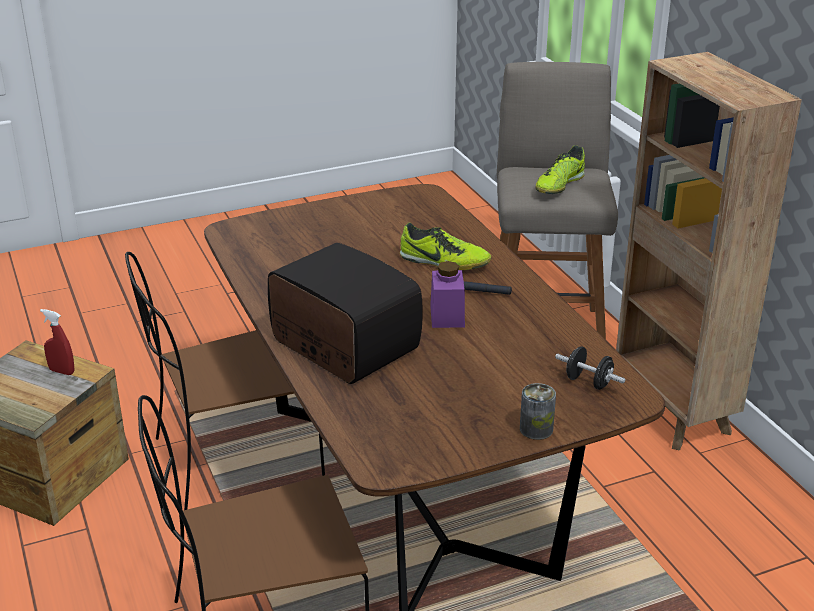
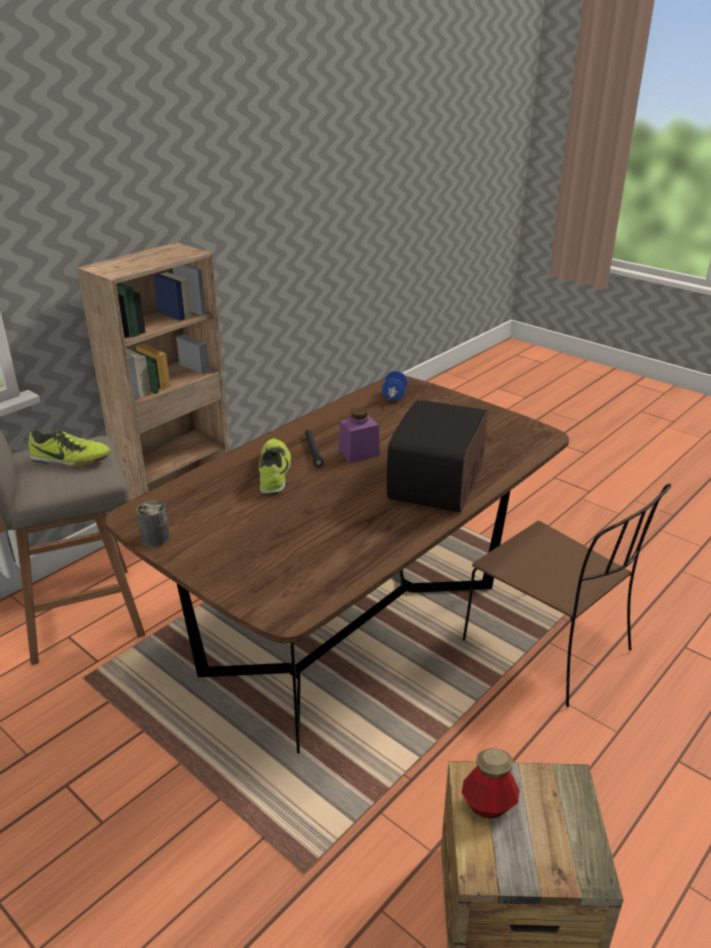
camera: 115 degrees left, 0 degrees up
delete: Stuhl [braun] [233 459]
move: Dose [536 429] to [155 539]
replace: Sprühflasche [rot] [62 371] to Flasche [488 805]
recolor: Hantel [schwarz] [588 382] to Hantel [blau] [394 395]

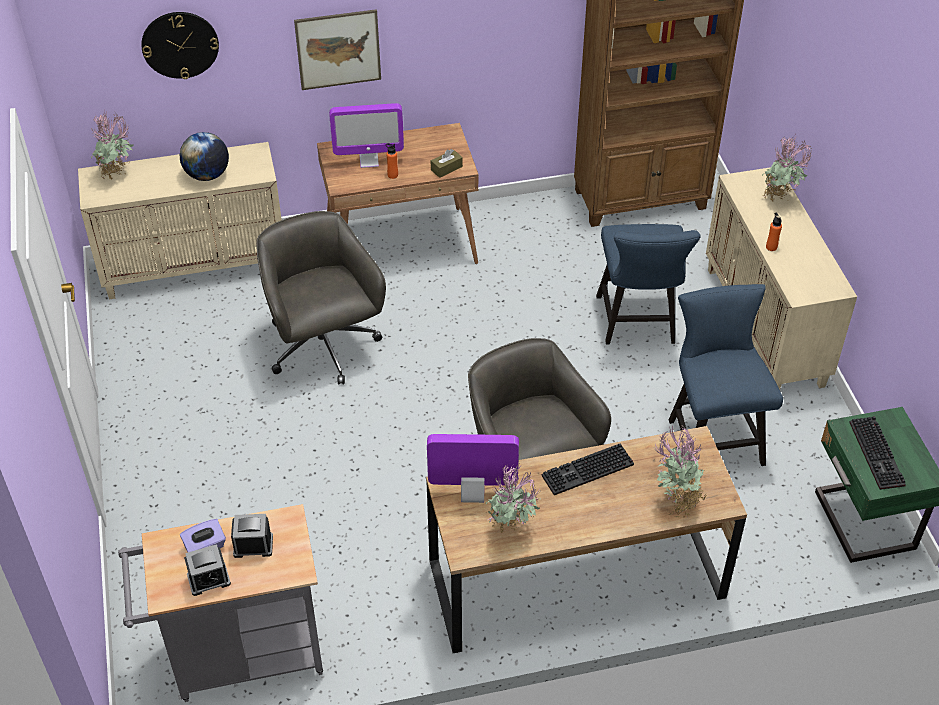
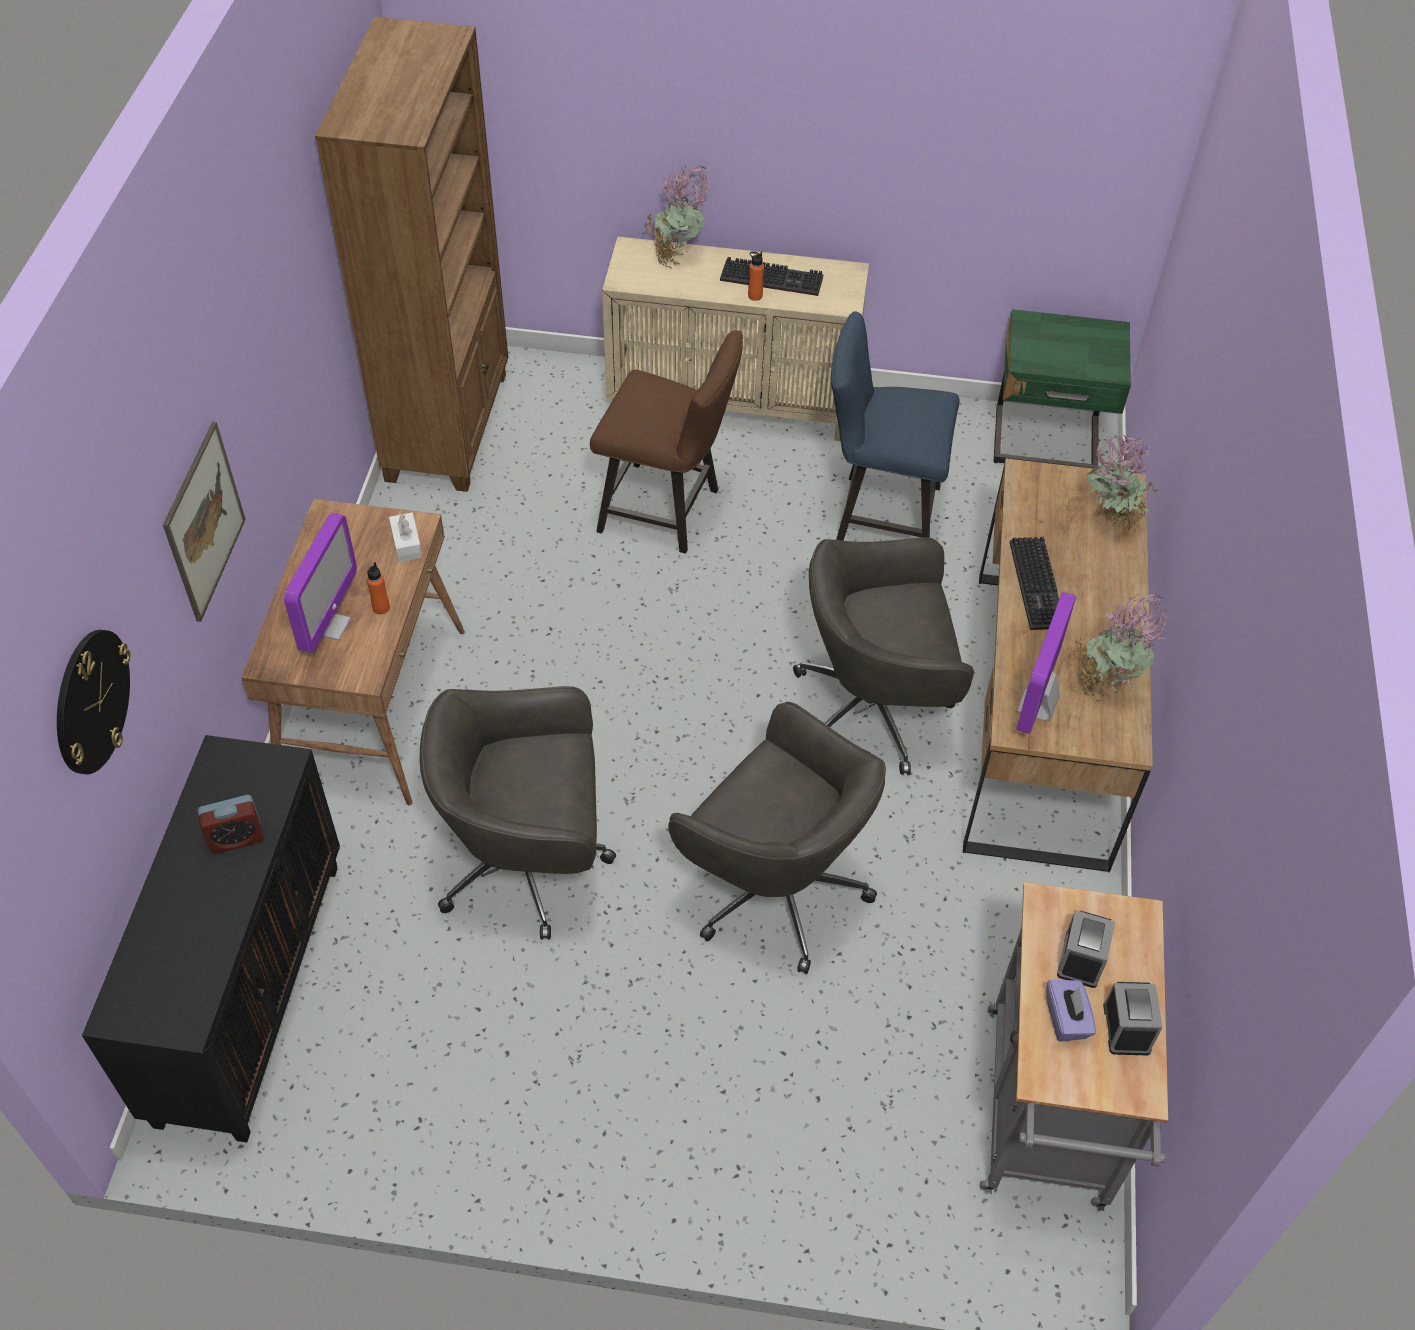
camera: 70 degrees left, 5 degrees up
delete: Topfpflanze [118 175]
insert: Bürostuhl [grau] [774 888]
move: Tastatur [878 454] to [773 278]
replace: Globus [207 175] to Wecker [236 838]
recolor: Schrank [beige] [196 267] to Schrank [schwarz] [249 989]; Taschentuchbox [braun] [446 168] to Taschentuchbox [weiß] [406 543]; Stuhl [blau] [637 324] to Stuhl [braun] [668 512]

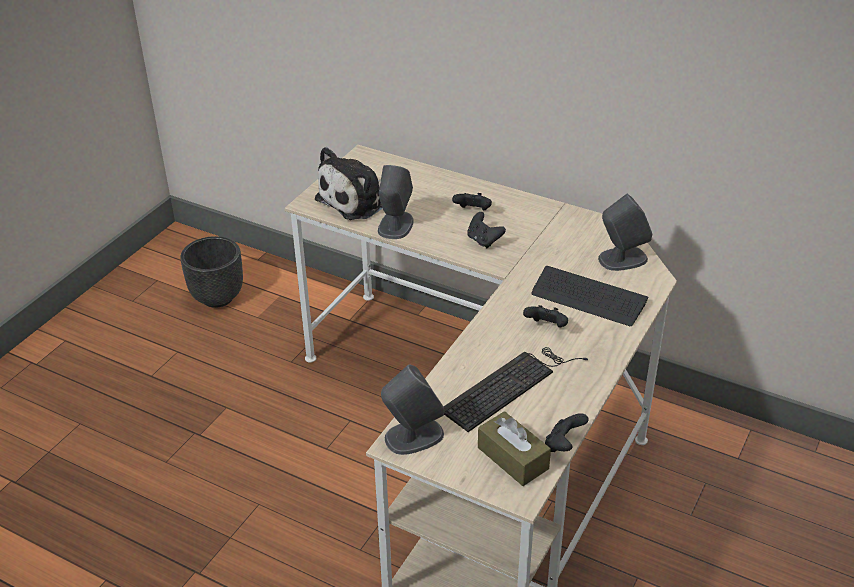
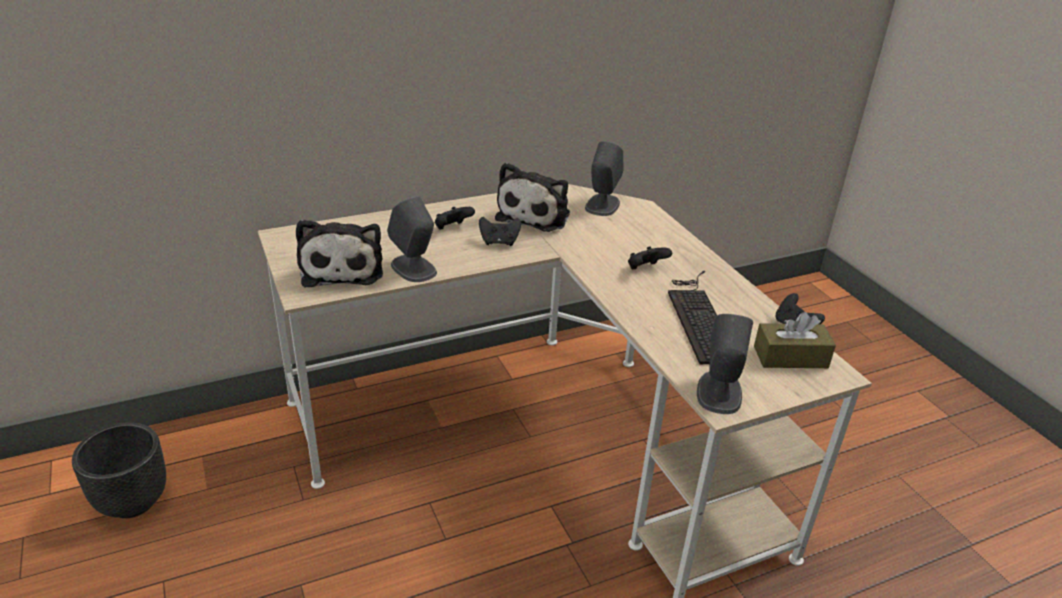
camera: 55 degrees left, 5 degrees down
delete: Tastatur [588 298]
insert: Plüschtier [535 215]

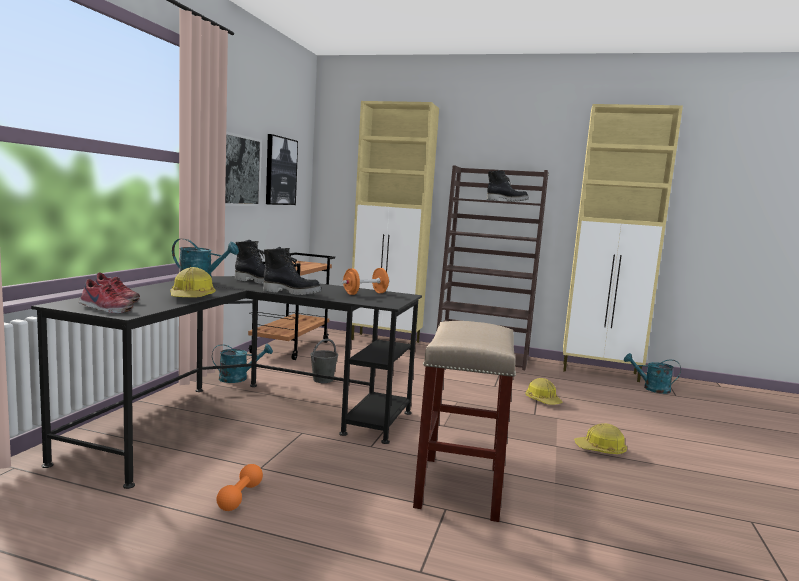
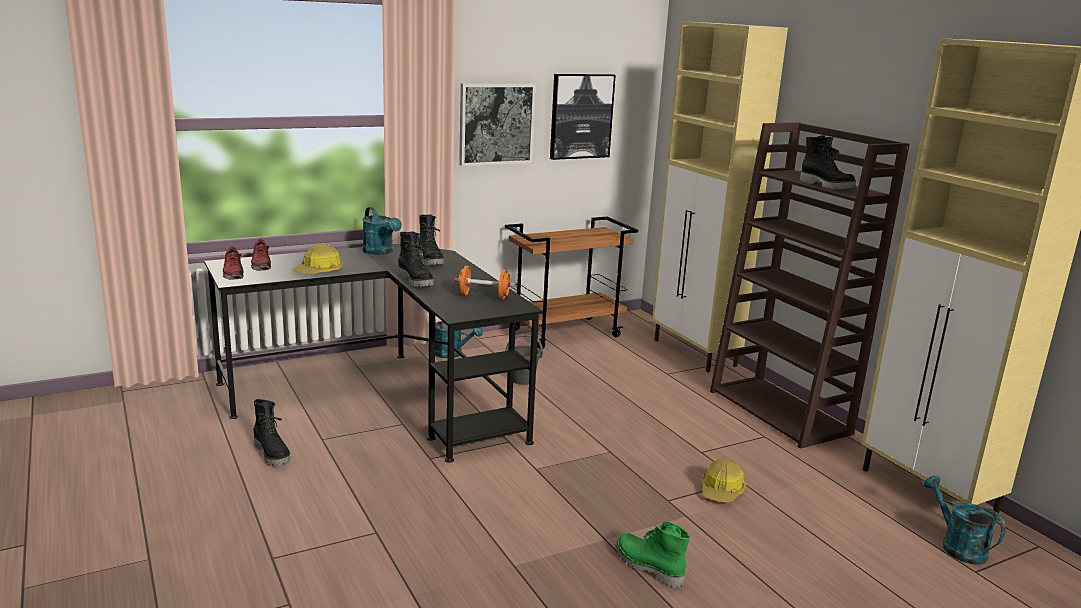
camera: 45 degrees right, 10 degrees up
delete: Hocker [beige] [460 488]
replace: Hantel [orange] [240 497] to Stiefel [schwarz] [273 454]; Schutzhelm [600 450] to Stiefel [grün] [647 567]

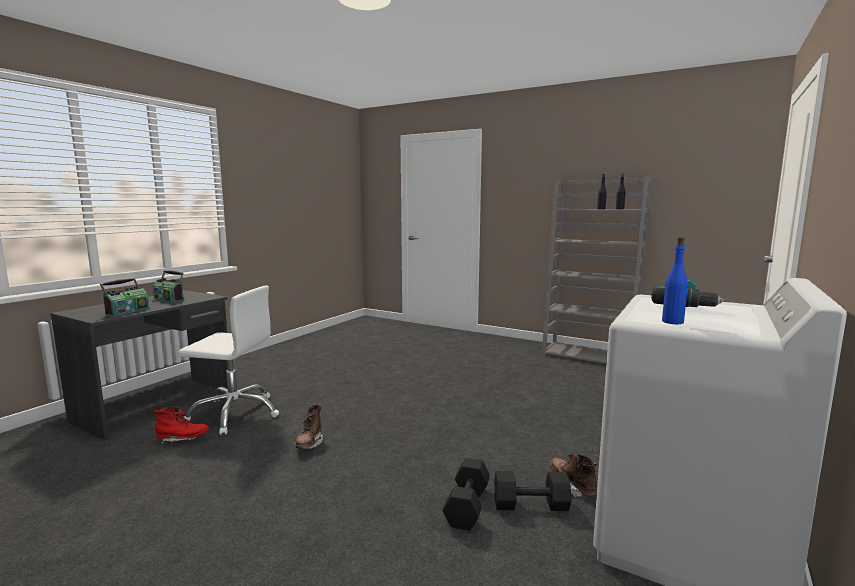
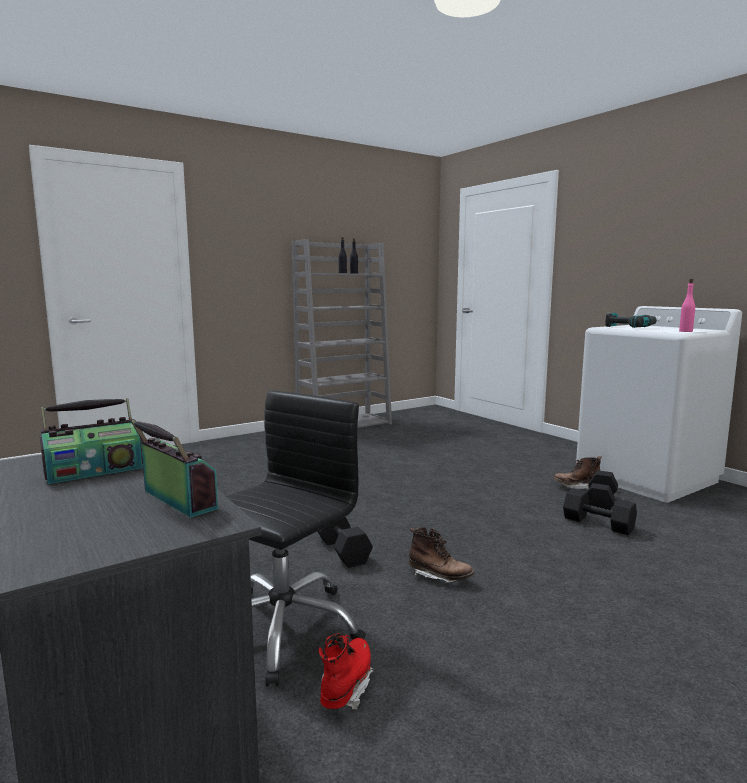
camera: 65 degrees left, 0 degrees up
insert: Hantel [schwarz] [341 550]
recolor: Bürostuhl [weiß] [235 413] to Bürostuhl [schwarz] [282 628]; Flasche [blau] [673 322] to Flasche [rosa] [686 331]

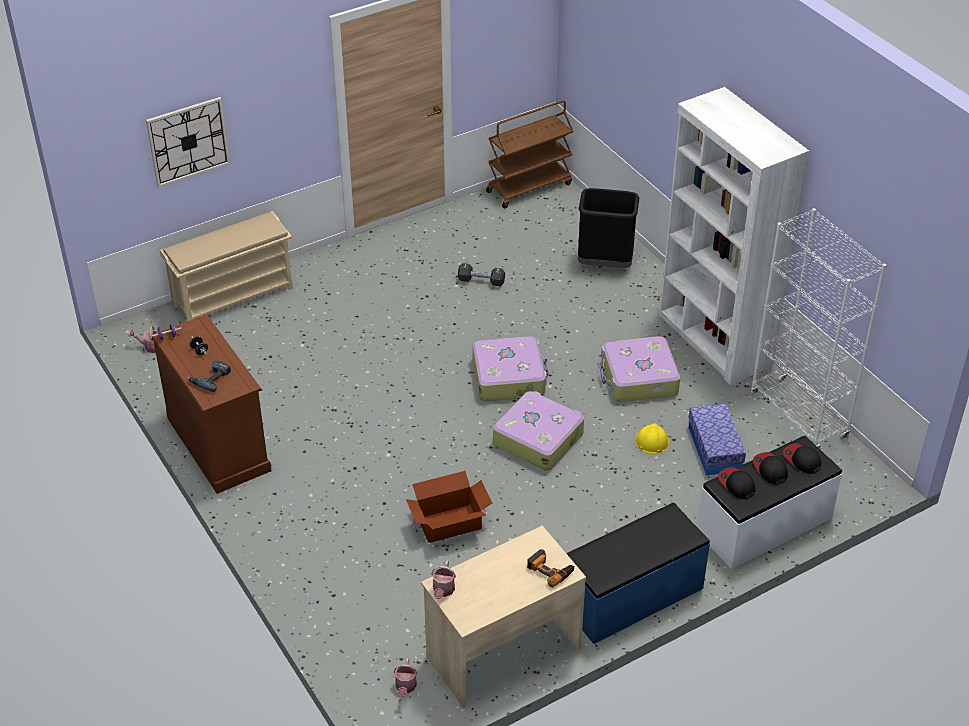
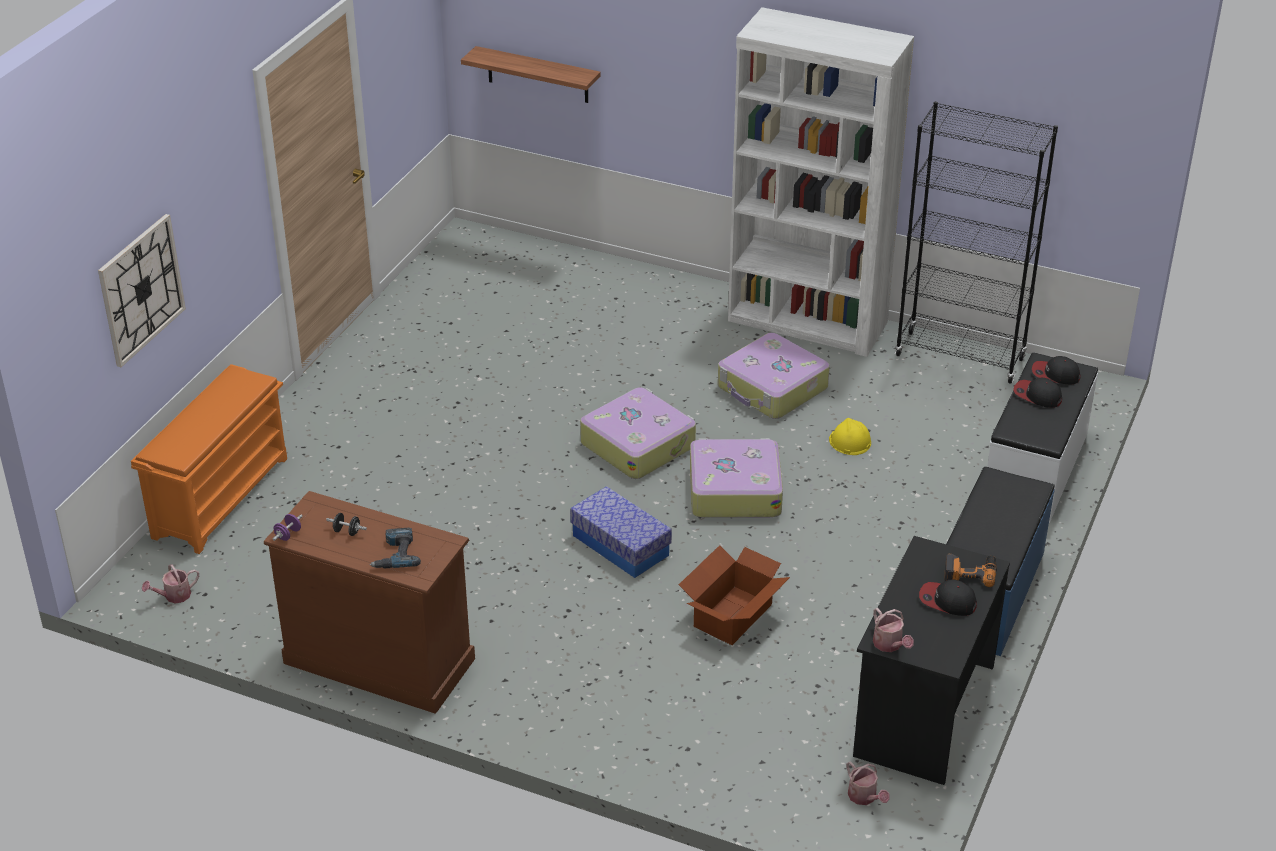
camera: 35 degrees left, 5 degrees down
delete: Hantel [schwarz] [481 281]; Rollwagen [braun] [529 187]; Mülleimer [schwarz] [605 263]
insert: Wandregal [538 75]
move: Aufbewahrungsbox [714 449] to [620 545]; Kappe [736 484] to [947 601]
recolor: Schuhregal [beige] [234 296] to Schuhregal [orange] [221 496]; Schreibtisch [beige] [502 651] to Schreibtisch [schwarz] [922 710]; Bücherregal [weiß] [798 416] to Bücherregal [schwarz] [960 357]

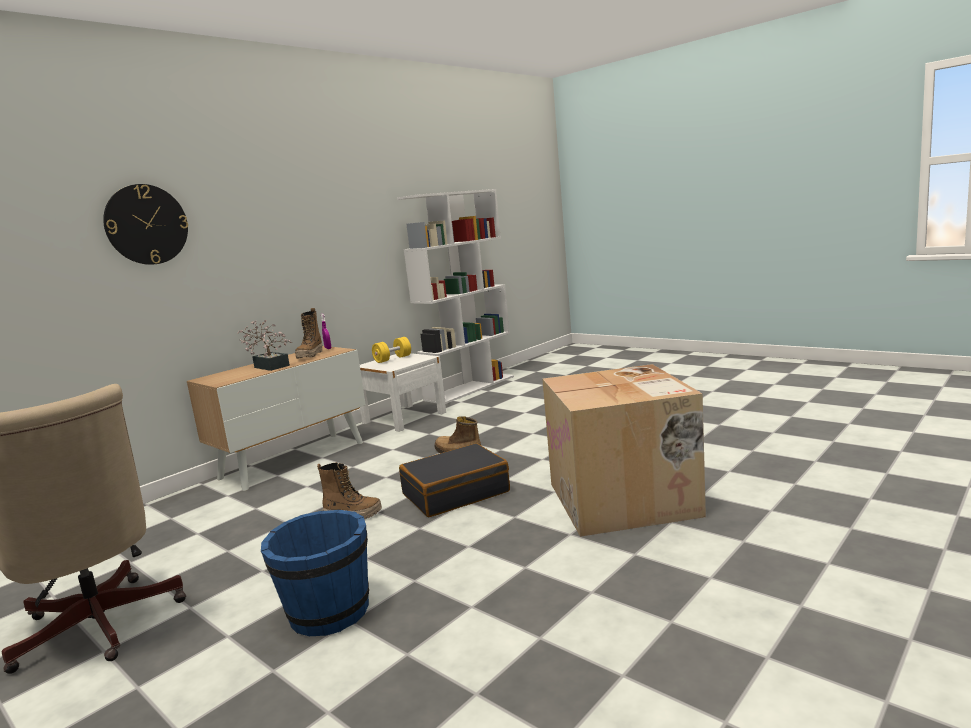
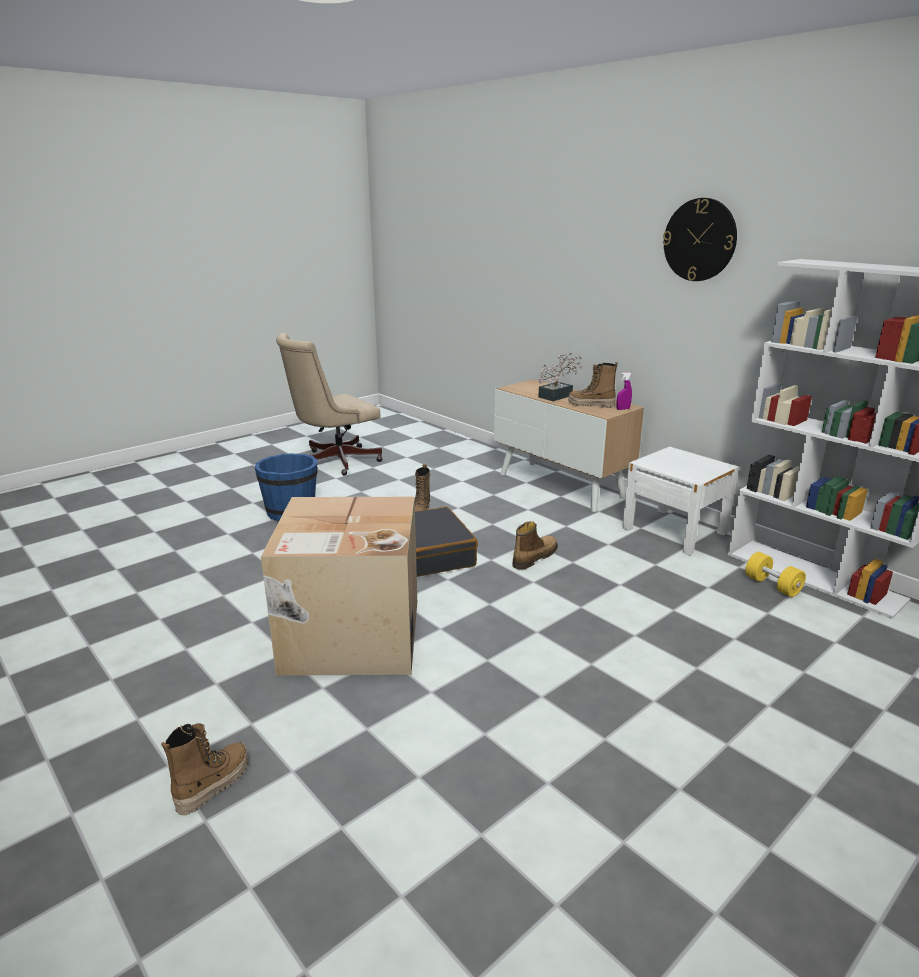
camera: 95 degrees right, 10 degrees up
insert: Stiefel [213 784]
move: Wanduhr [146 224] to [699 240]; Hantel [gelb] [392 359] to [772 585]

